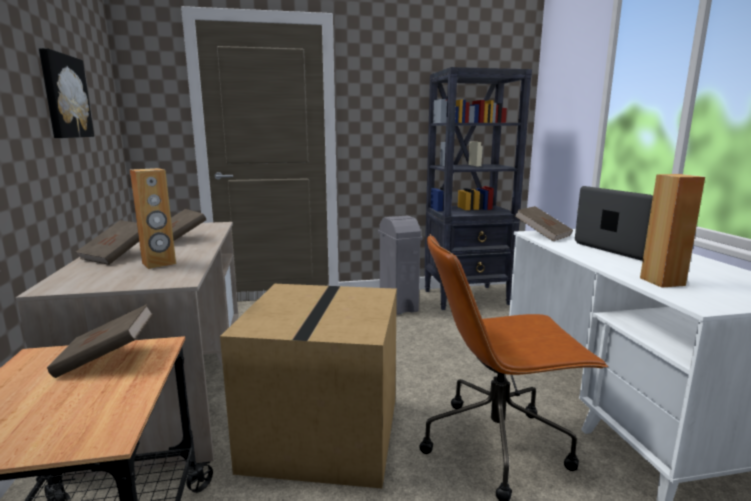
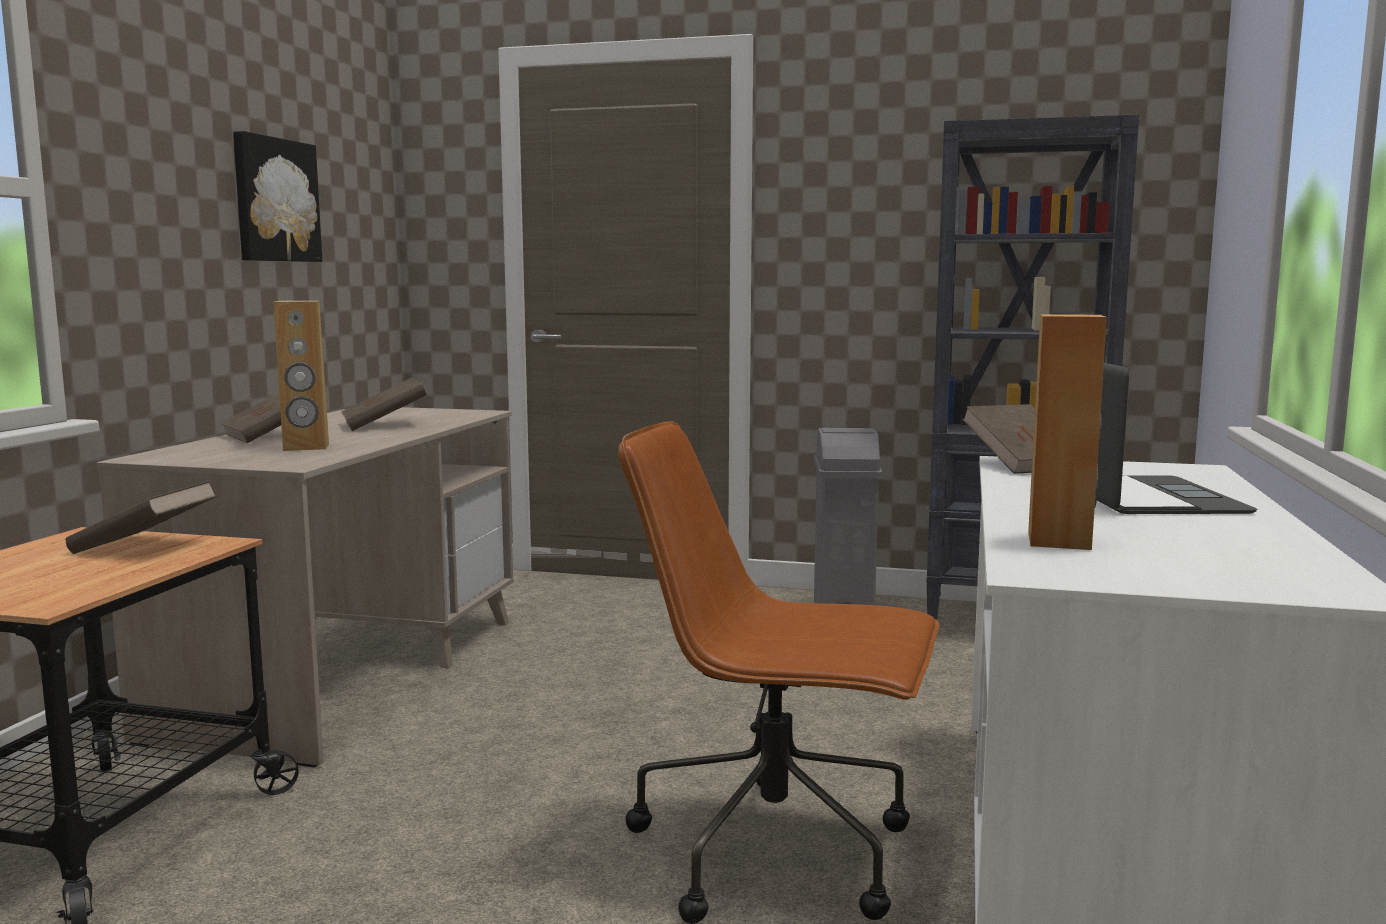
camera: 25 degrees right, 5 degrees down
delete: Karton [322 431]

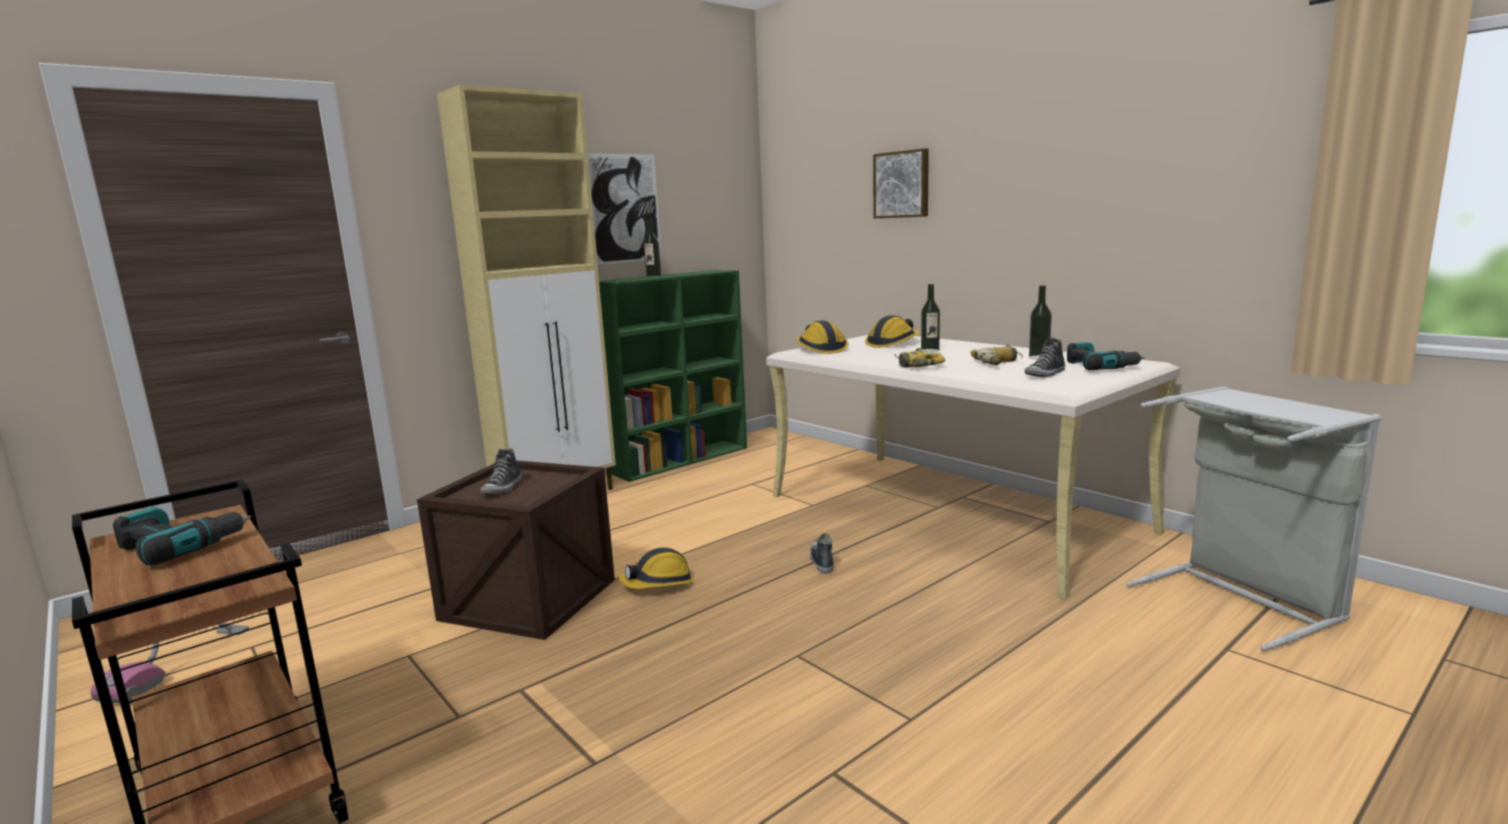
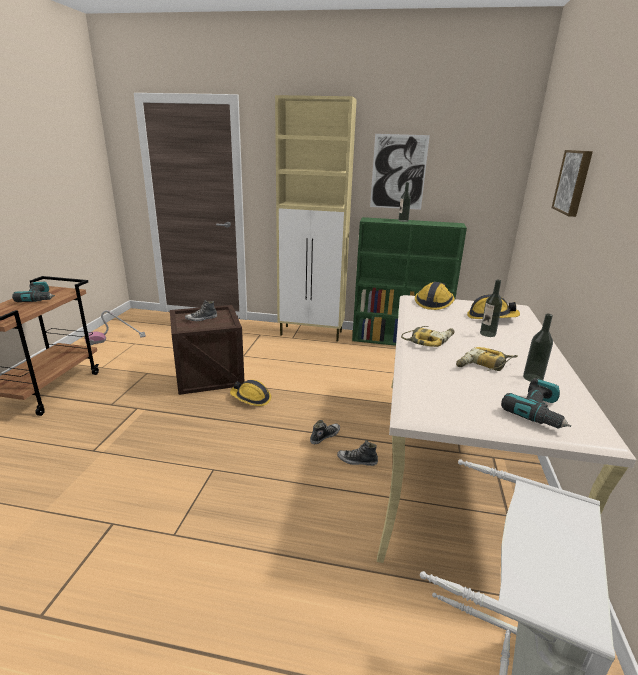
camera: 50 degrees right, 10 degrees up
move: Schuh [1045 374] to [357 461]

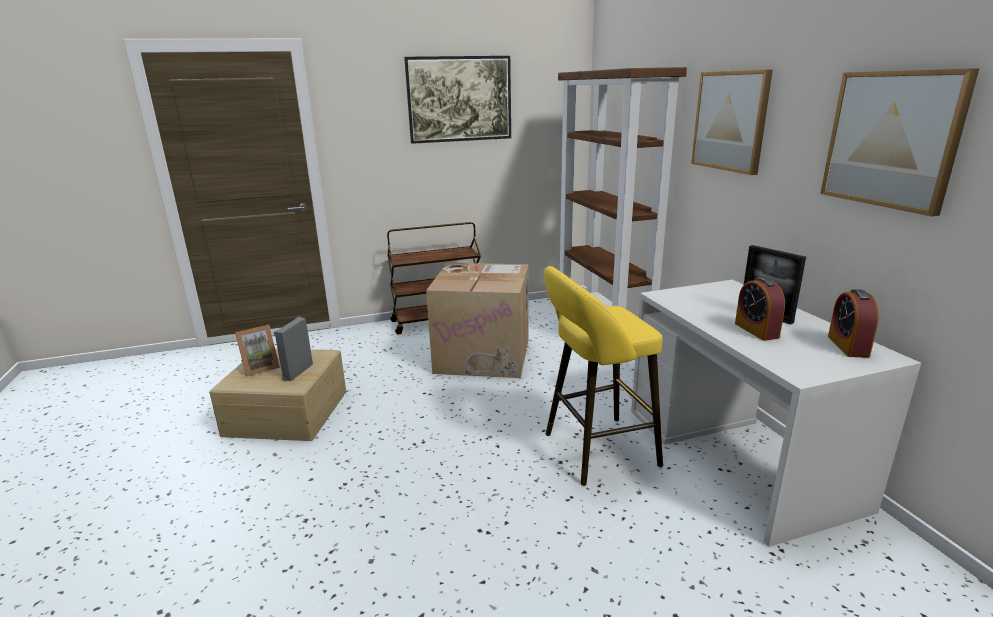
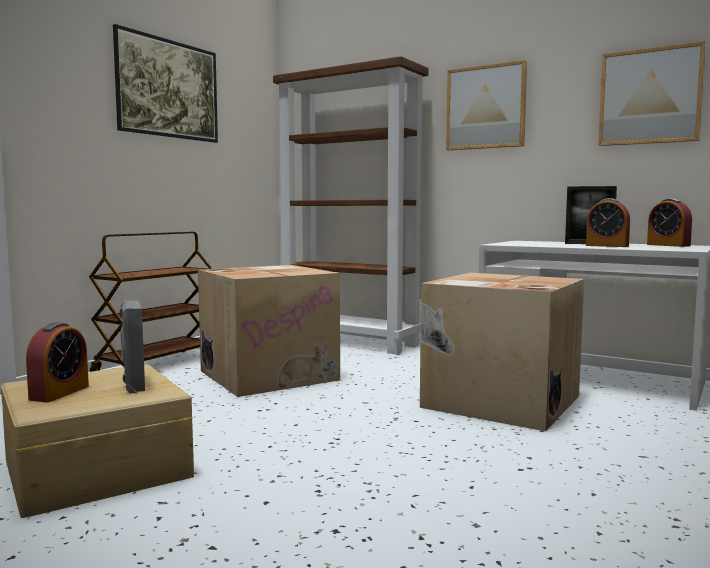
camera: 40 degrees left, 15 degrees down
replace: Bilderrahmen [260 368] to Wecker [59 393]; Hocker [gelb] [594 451] to Karton [499 402]

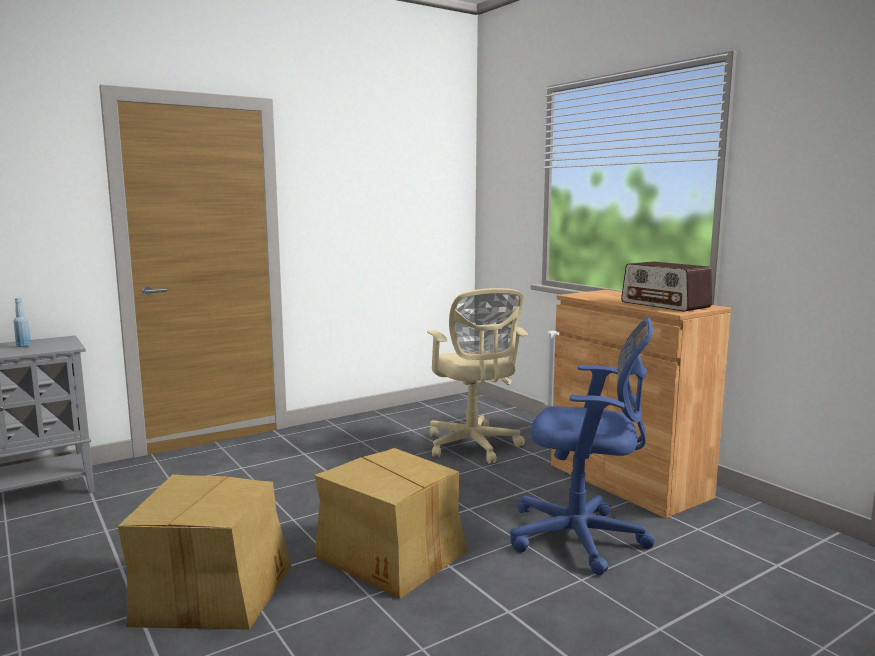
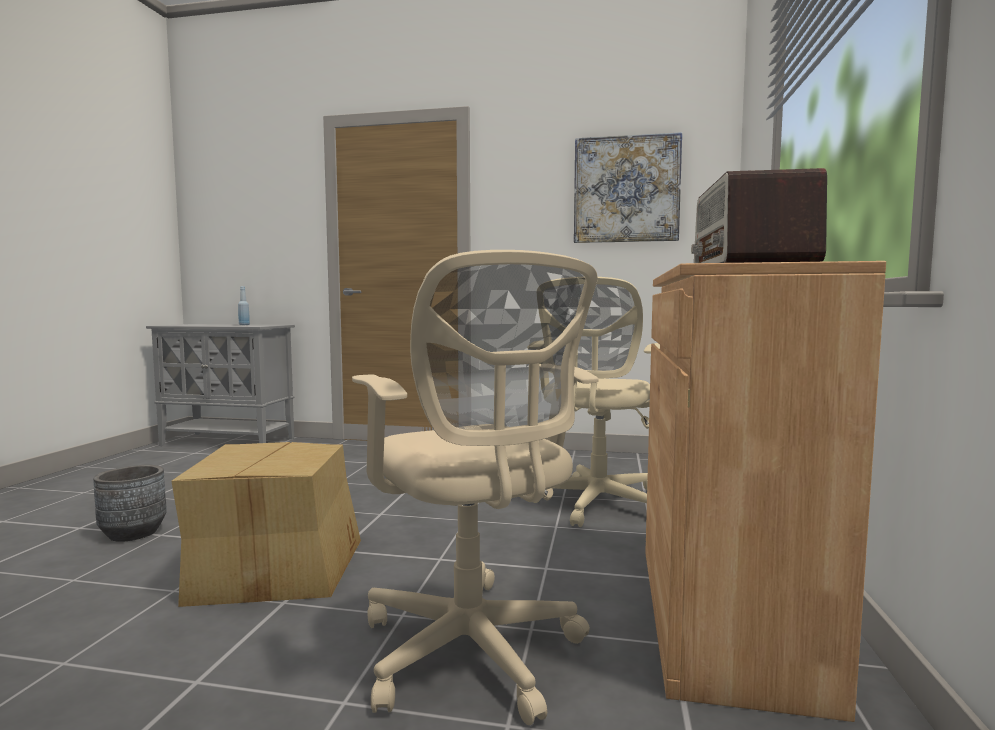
camera: 45 degrees right, 5 degrees down
insert: Bild [626 189]
replace: Karton [211 591] to Pflanzkübel [grau] [133 533]
recolor: Bürostuhl [blau] [582 538] to Bürostuhl [beige] [474 654]

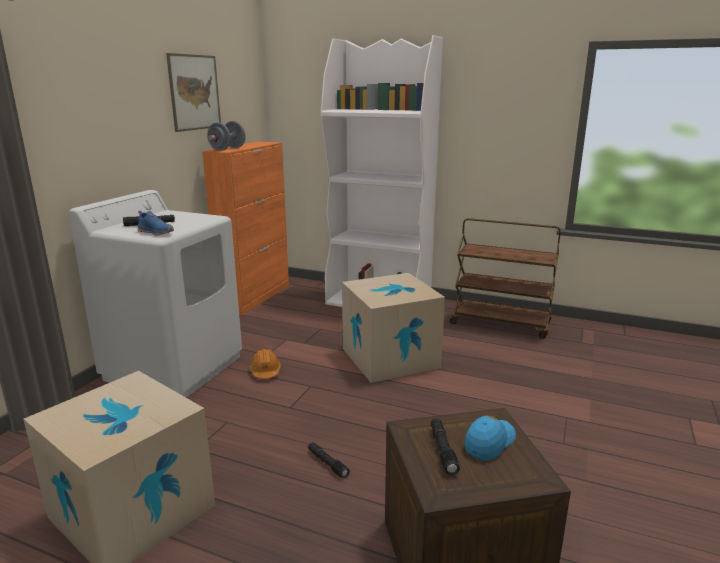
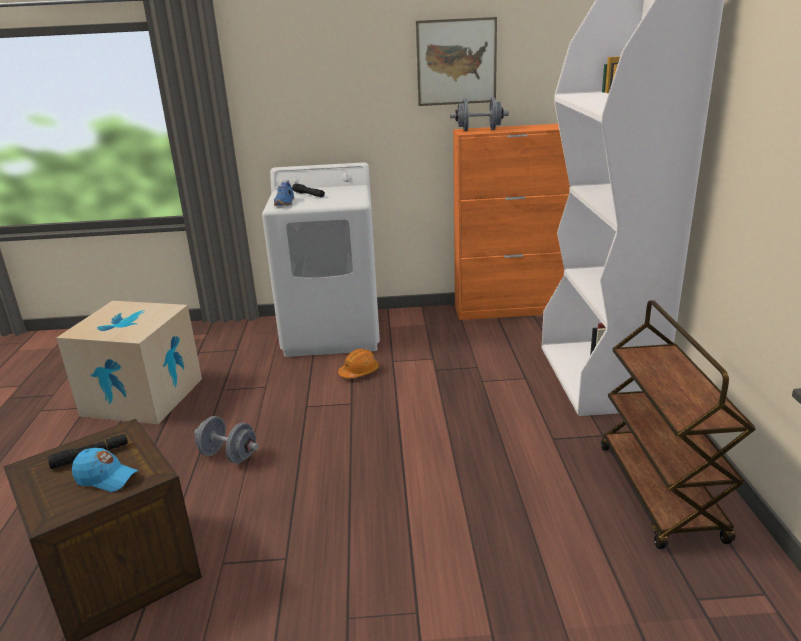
camera: 65 degrees right, 5 degrees up
delete: Karton [390 358]
replace: Taschenlampe [schwarz] [327 463] to Hantel [grau] [228 455]

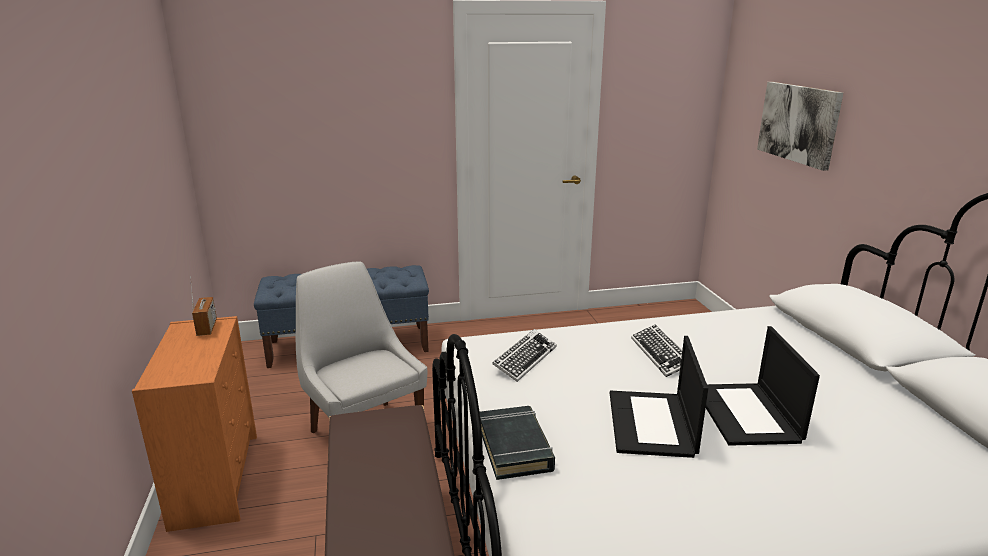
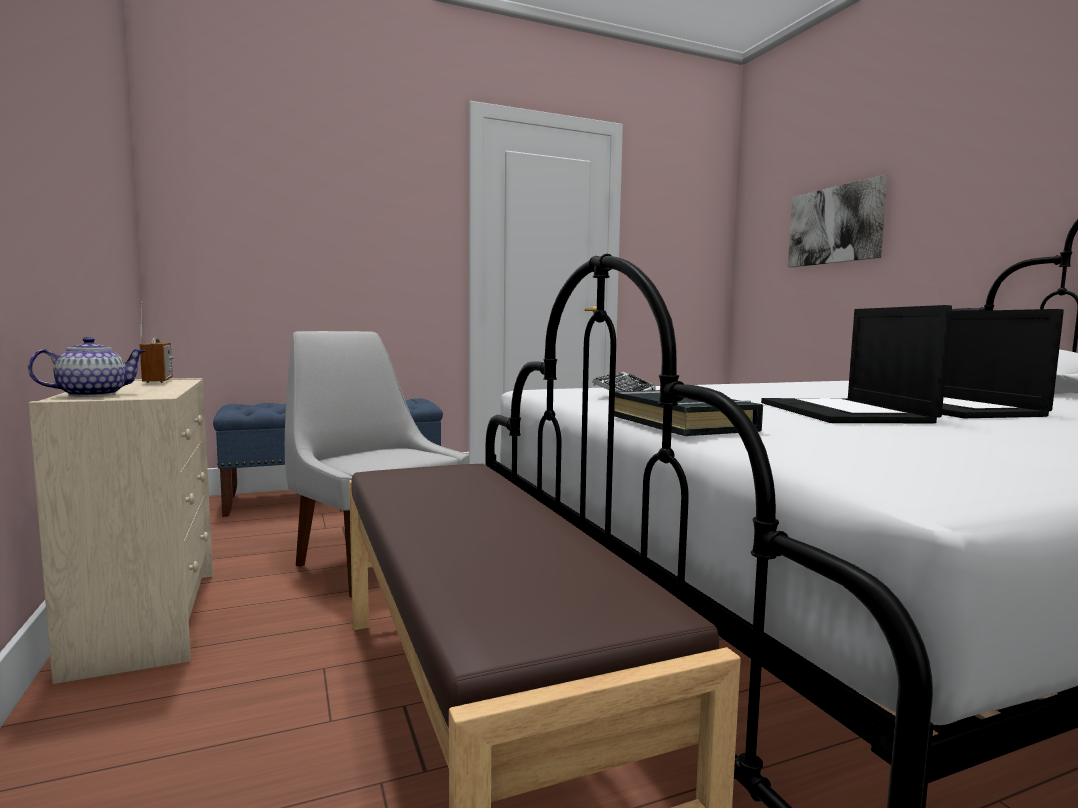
camera: 10 degrees left, 15 degrees down
delete: Tastatur [660 355]
insert: Teekanne [91 394]
recolor: Kommode [orange] [216 478] to Kommode [beige] [147 618]

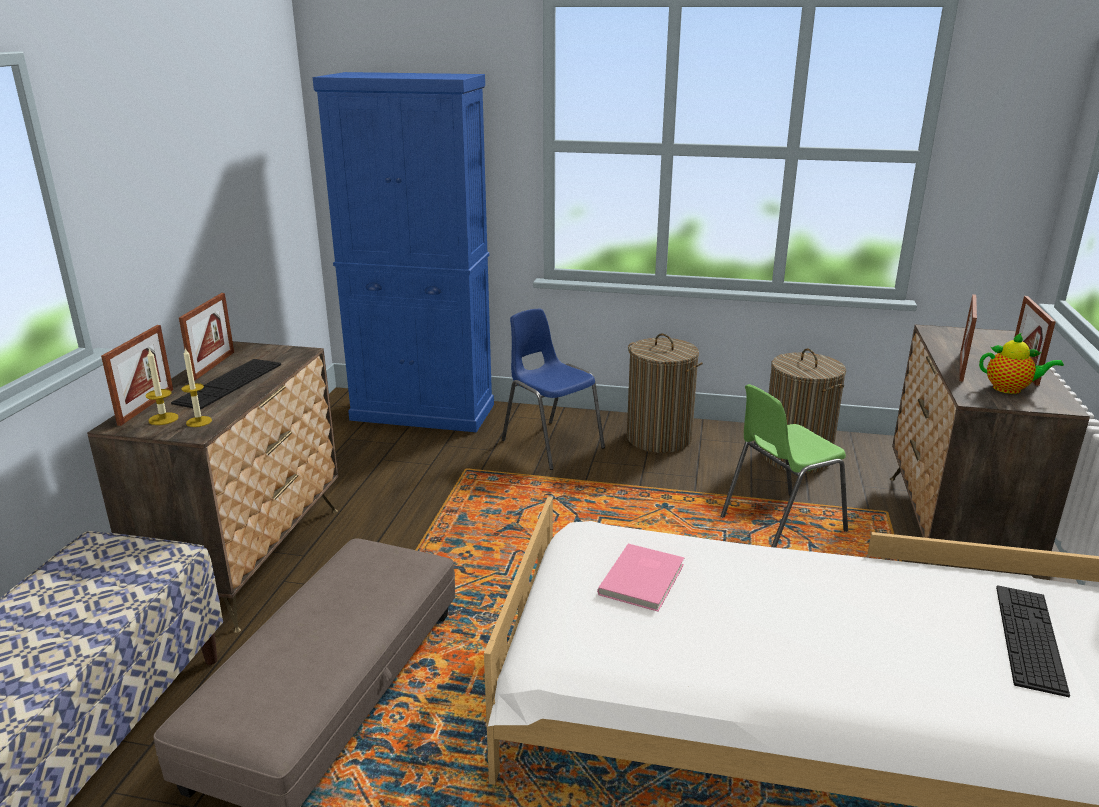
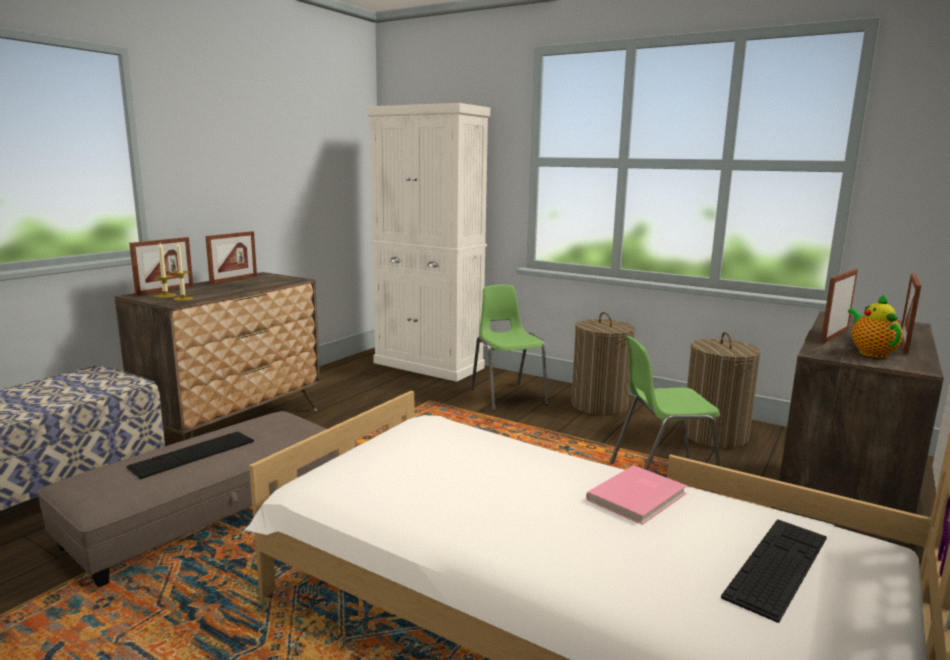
camera: 20 degrees right, 10 degrees down
move: Tastatur [229 383] to [193 454]; Buch [rosa] [644 579] to [639 497]
recolor: Schrank [blau] [423 412] to Schrank [weiß] [428 365]; Stuhl [blau] [551 444] to Stuhl [grün] [507 396]
rotate: Teekanne [1010 389] = [871 353] 135 degrees counterclockwise

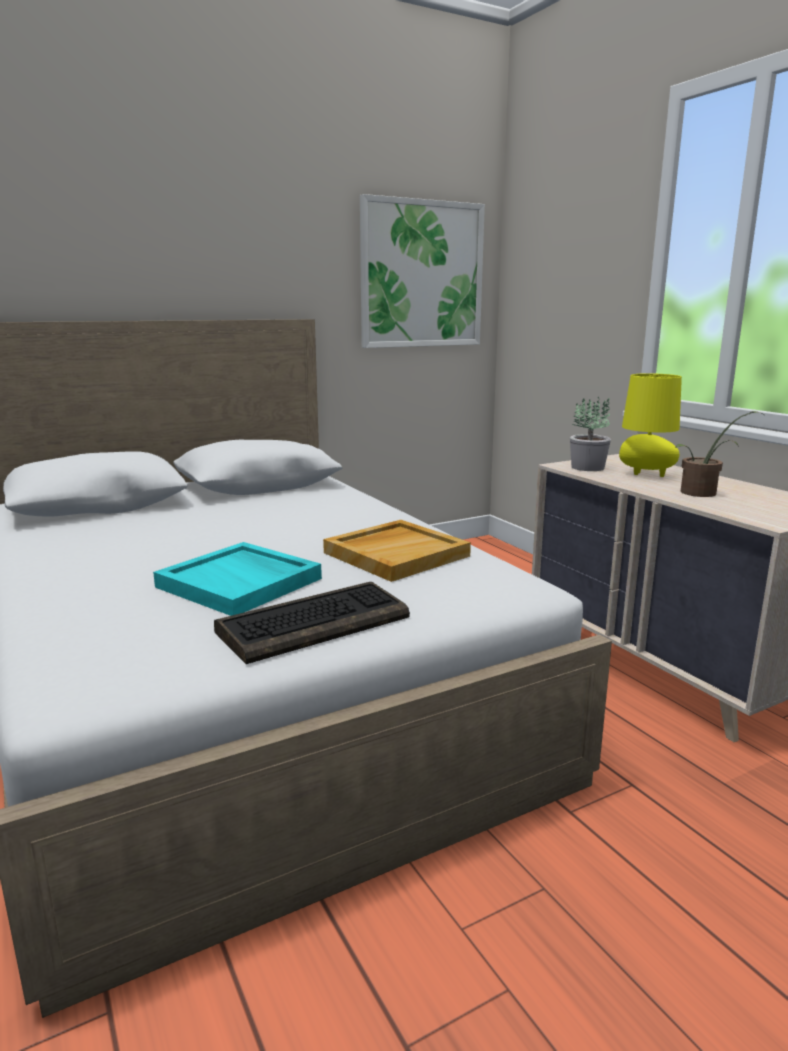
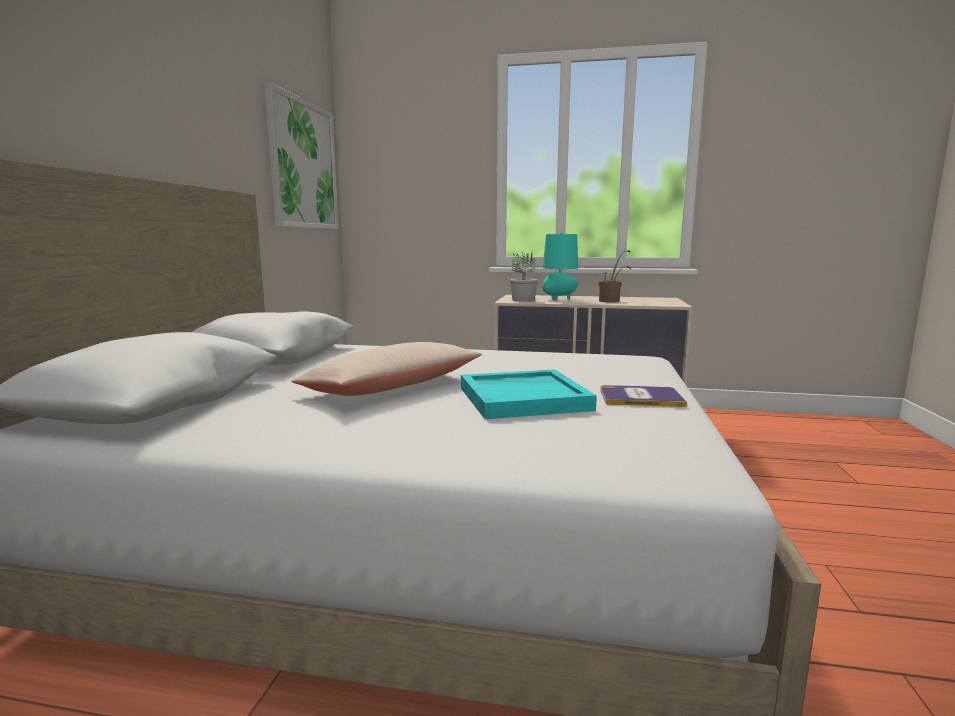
camera: 50 degrees left, 5 degrees down
delete: Tablett [beige] [396 554]
insert: Kissen [beige] [392 387]
replace: Tastatur [315 624] to Buch [640 397]
recolor: Tischlampe [gelb] [645 474] to Tischlampe [türkis] [559 299]

